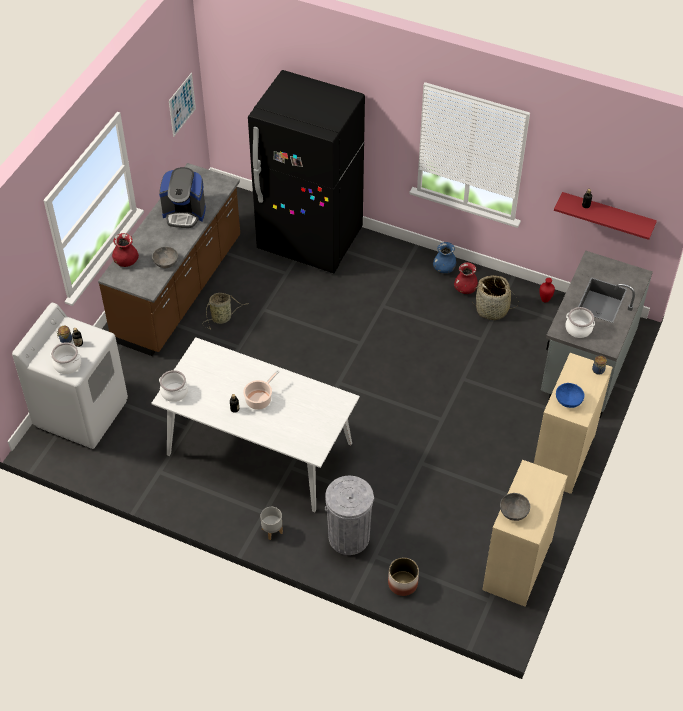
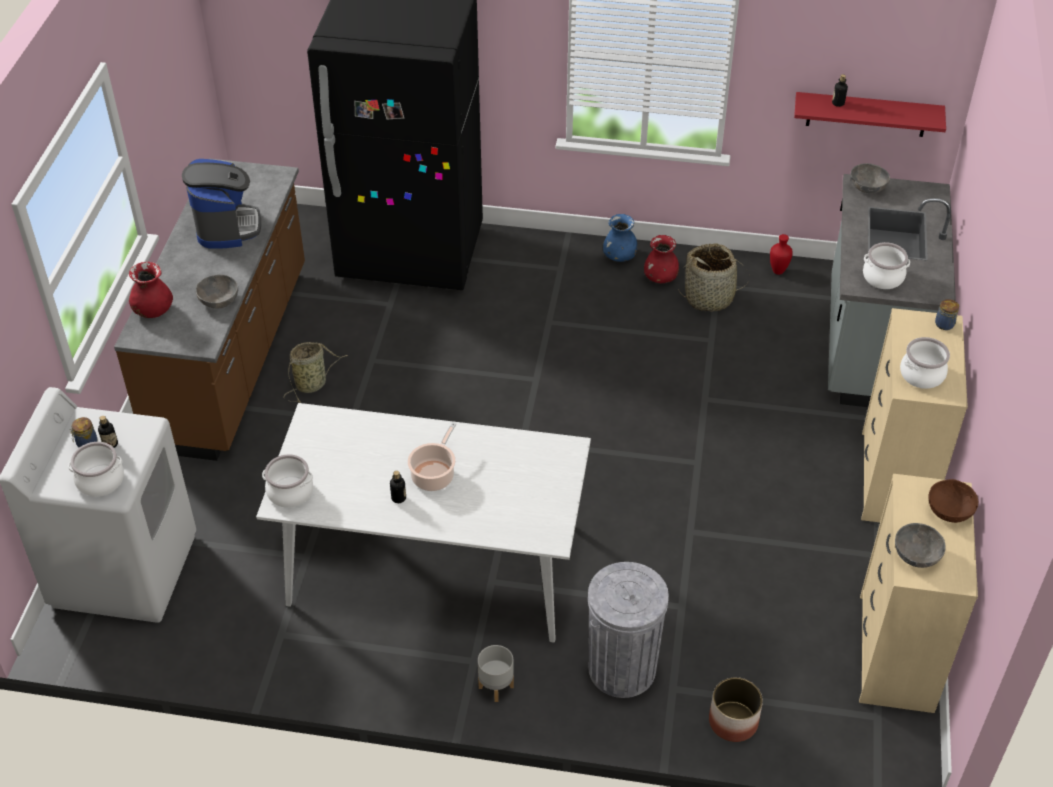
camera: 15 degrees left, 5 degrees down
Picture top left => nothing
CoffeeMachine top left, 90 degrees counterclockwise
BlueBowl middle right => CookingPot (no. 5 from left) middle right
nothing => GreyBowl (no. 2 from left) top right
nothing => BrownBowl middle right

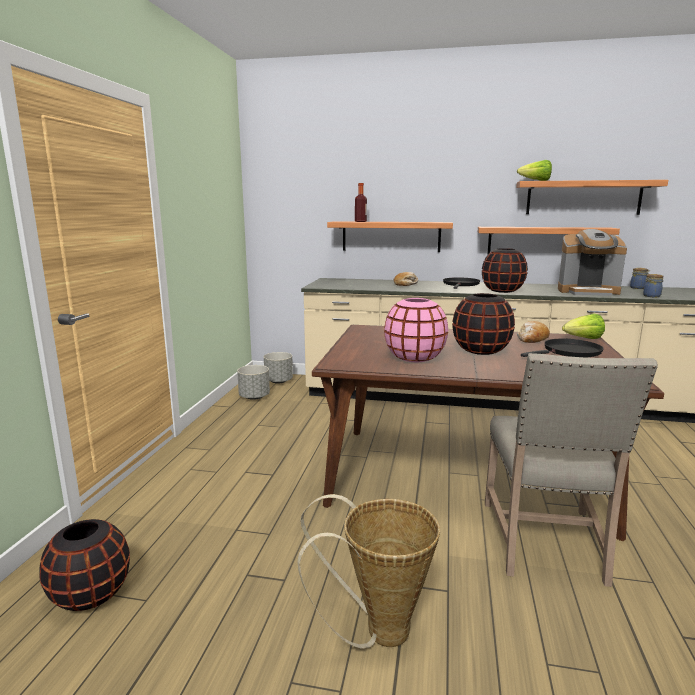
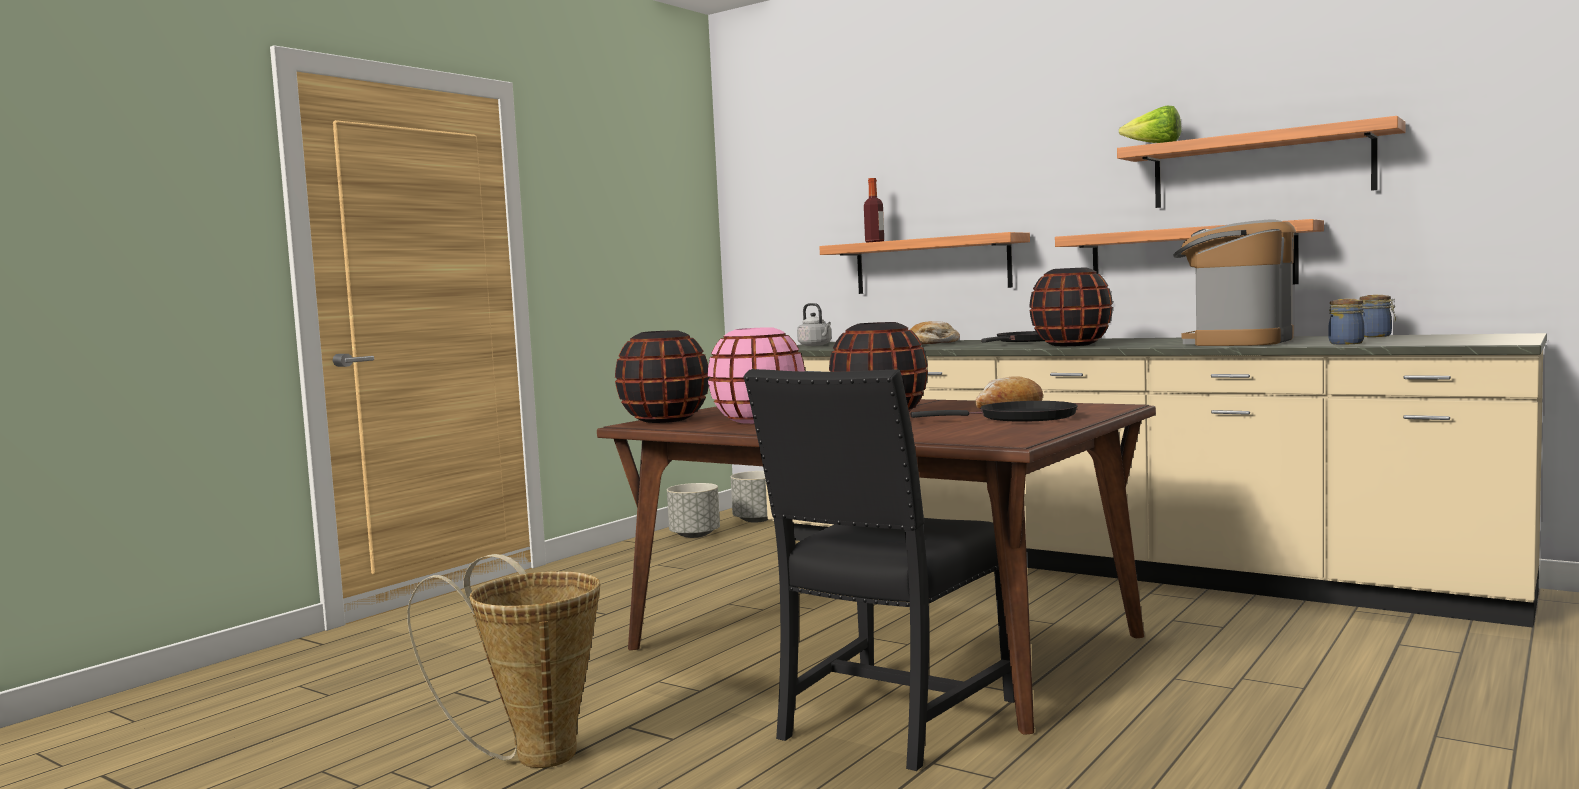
camera: 25 degrees right, 10 degrees down
CoffeeMachine middle right, 90 degrees clockwise
Lettuce (no. 2 from left) middle right => nothing
BeigeChair bottom right => BlackChair bottom centre
BlackVase (no. 1 from left) bottom left => BlackVase (no. 1 from left) centre, shifted
nothing => GreyKettle centre

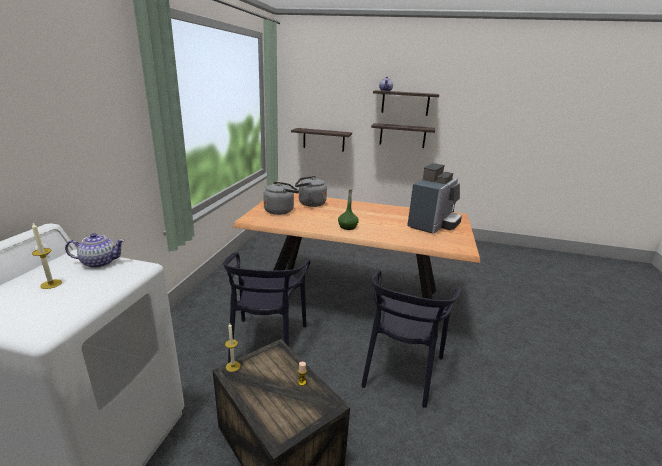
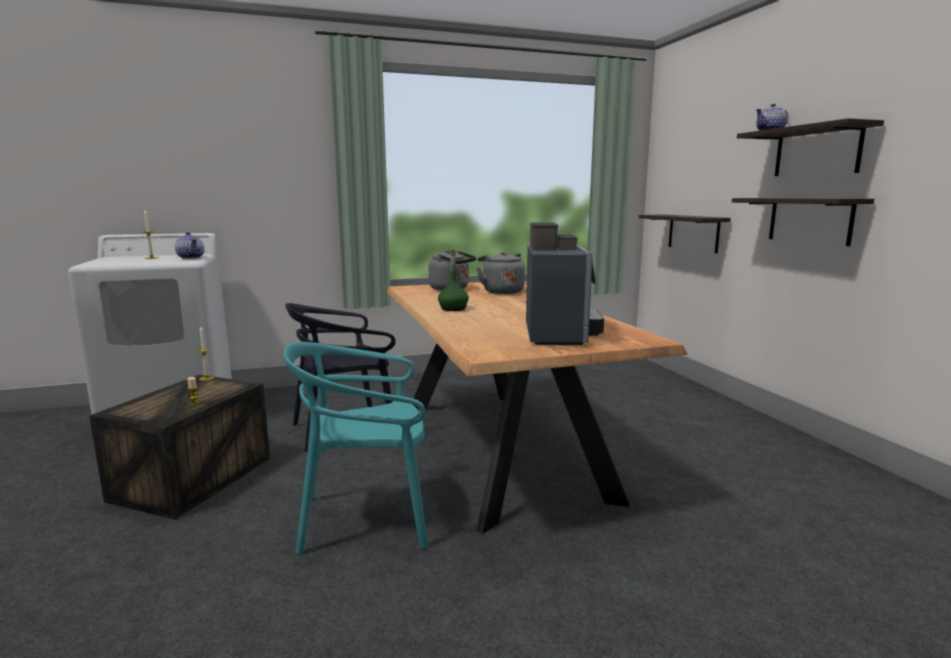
camera: 60 degrees right, 10 degrees down
CoffeeMachine centre, 90 degrees counterclockwise
BlackChair (no. 2 from left) bottom centre => TurquoiseChair bottom centre

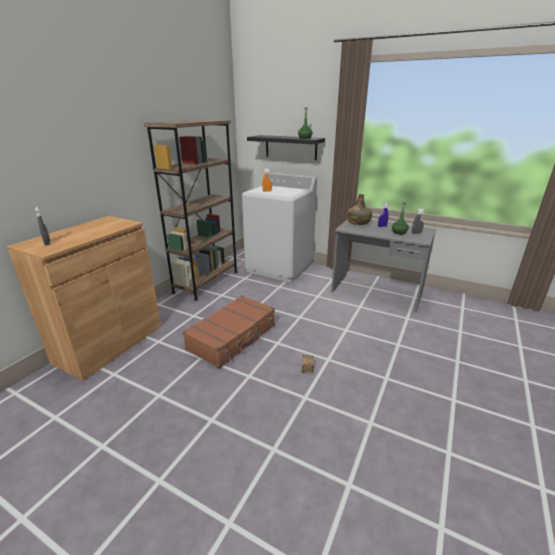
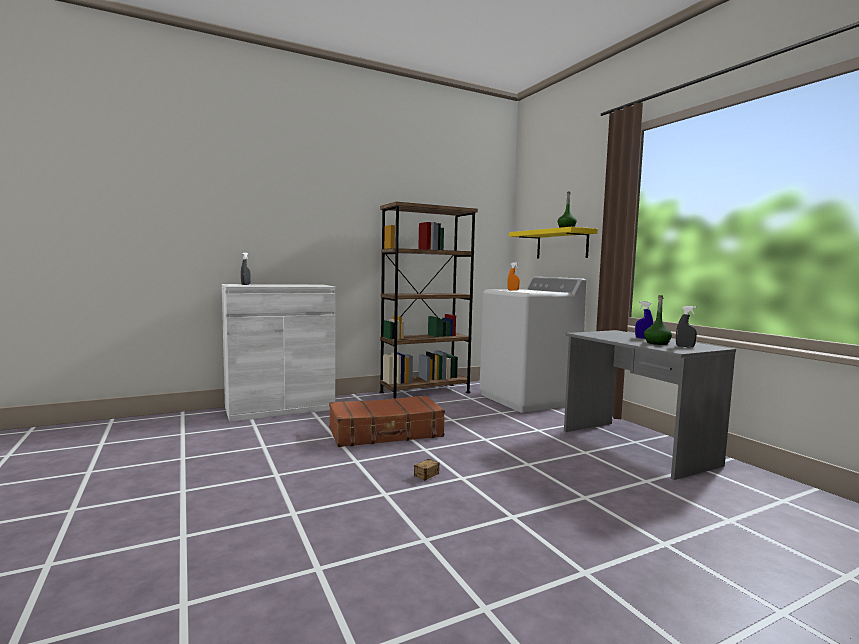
camera: 35 degrees right, 20 degrees down
BlackShelf top centre => YellowShelf centre
GreenBottle (no. 2 from left) centre => nothing
BrownCabinet middle left => WhiteCabinet middle left

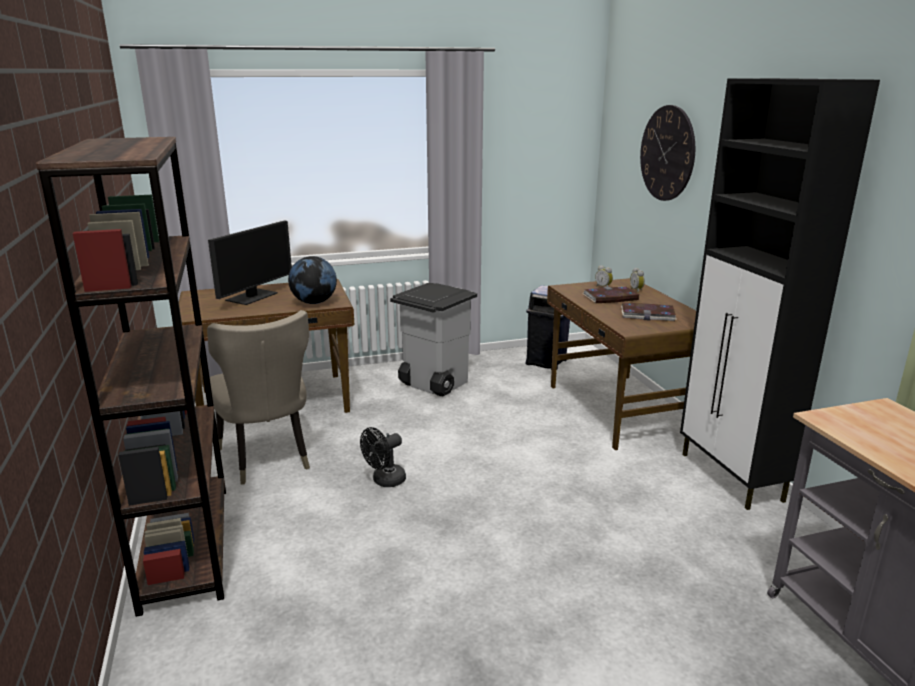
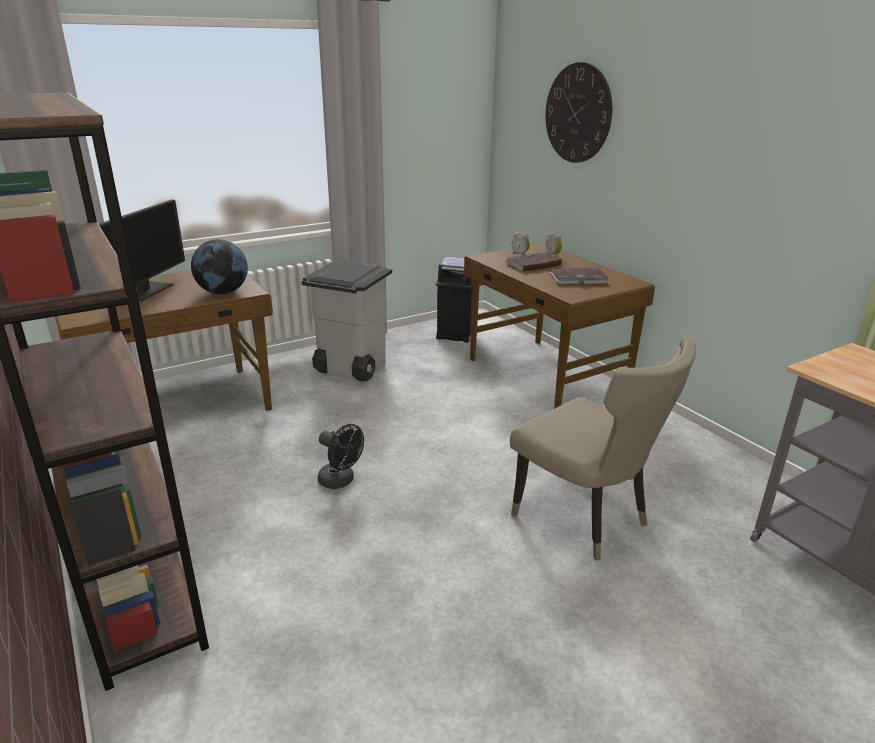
camera: 15 degrees left, 5 degrees up
BlackCabinet middle right => nothing
BeigeChair middle left => BeigeChair middle right, shifted
BlackFan centre, 90 degrees counterclockwise

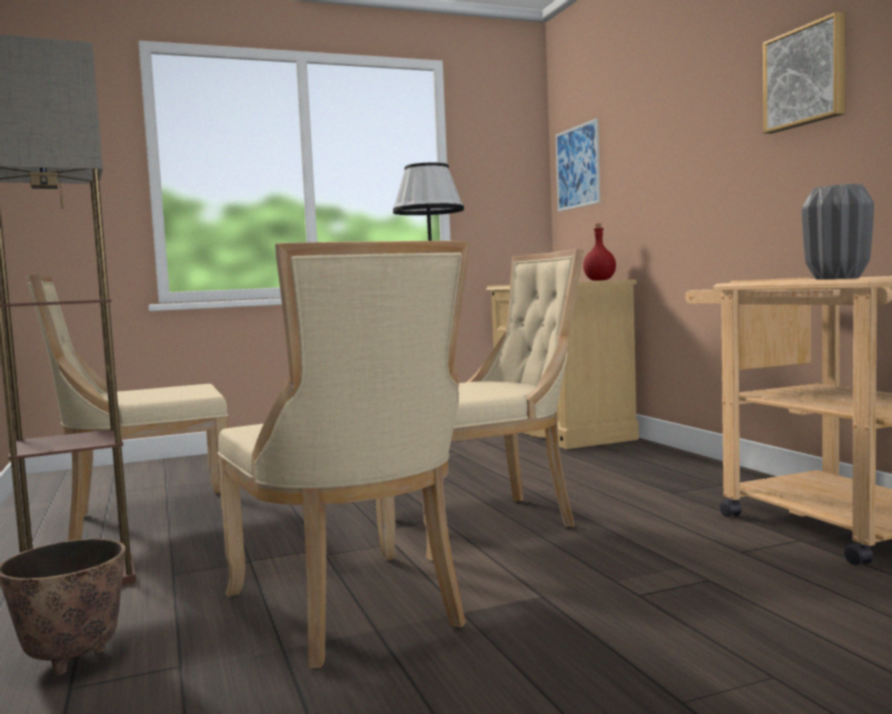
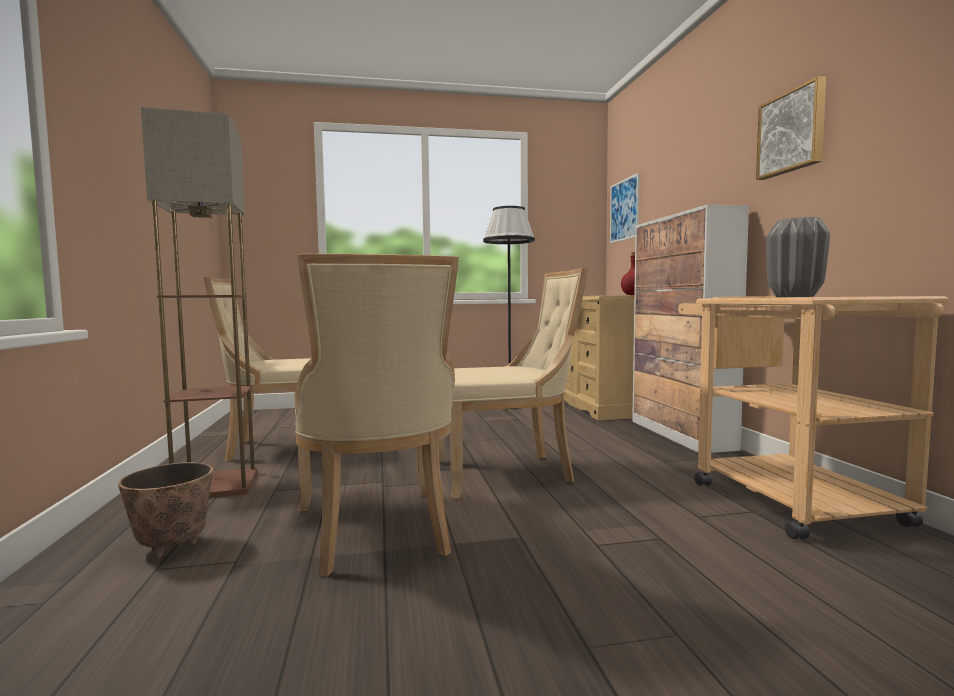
camera: 10 degrees right, 0 degrees up
nothing => Cabinet middle right

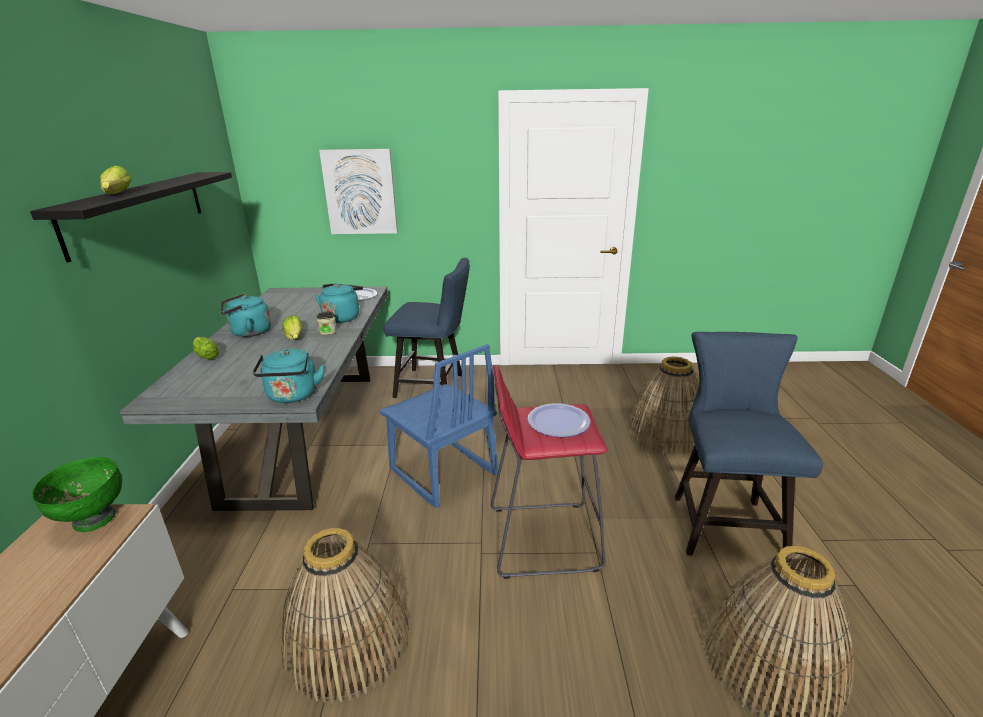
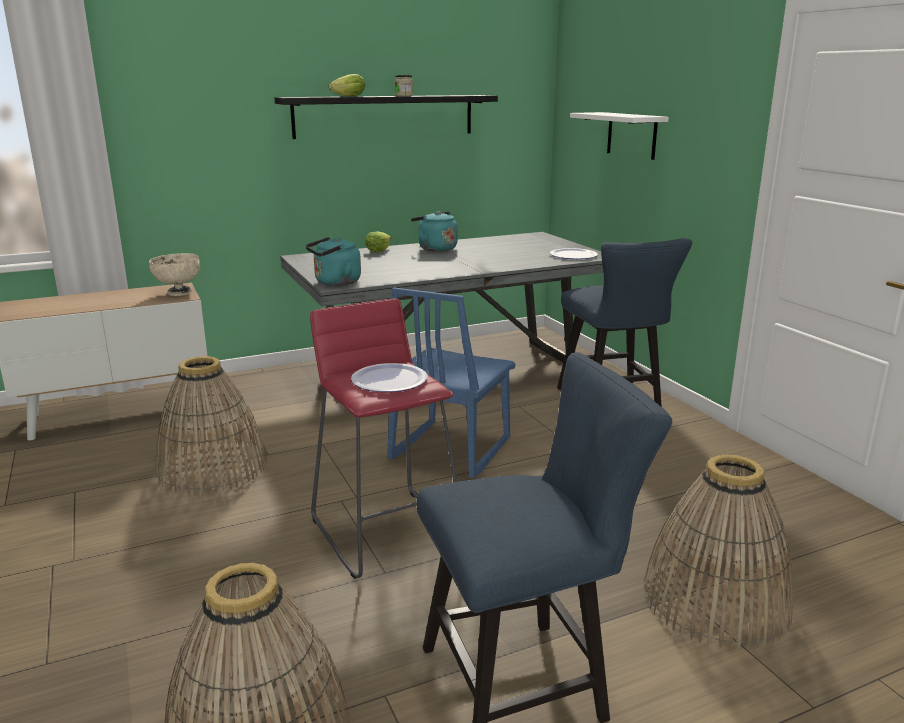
camera: 65 degrees right, 5 degrees down
Picture top centre => WhiteShelf top right
TurquoiseKettle (no. 3 from left) centre => nothing
Jar middle left => Jar top centre, shifted
Lettuce (no. 3 from left) middle left => nothing
GreenBowl bottom left => BeigeBowl middle left

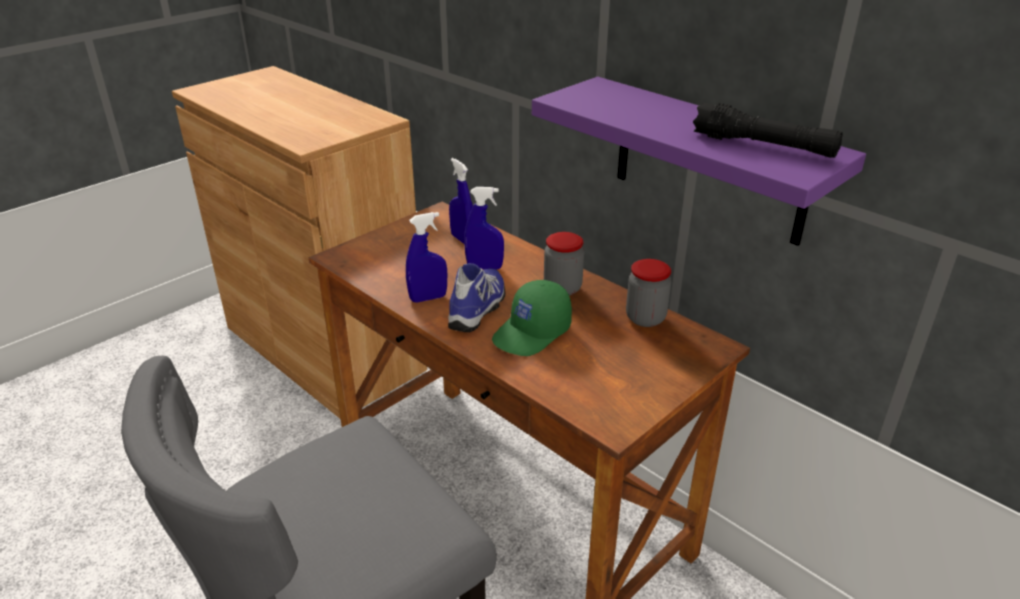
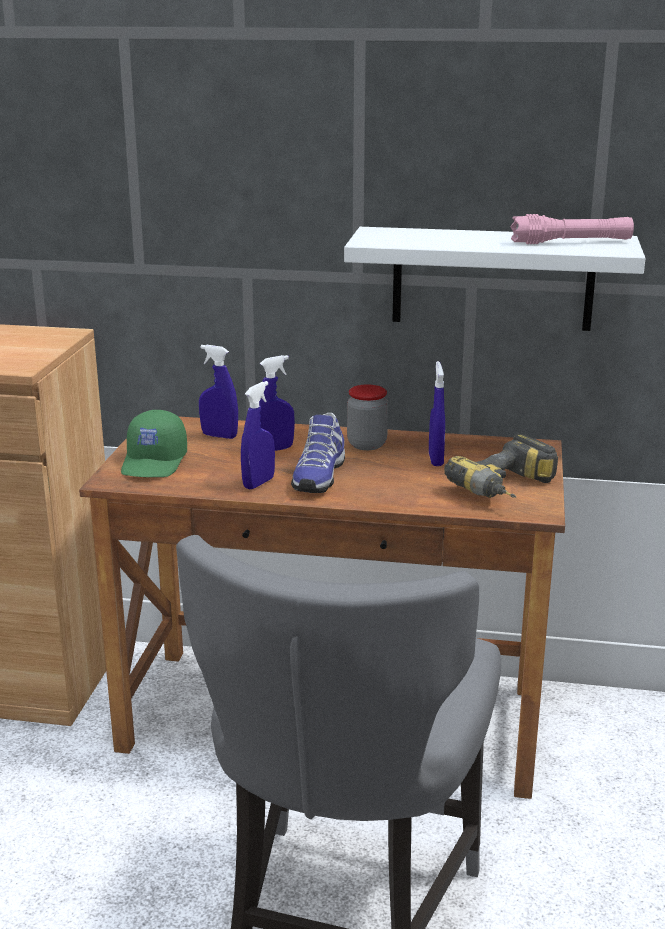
camera: 35 degrees left, 10 degrees down
PurpleShelf top right => WhiteShelf top right
BlackFlashlight top right => PinkFlashlight top right
Jar (no. 2 from left) centre => nothing
Shoe centre, 150 degrees counterclockwise
GreenCap centre => GreenCap middle left, shifted
nothing => BlueSprayBottle (no. 4 from left) centre
nothing => PowerDrill middle right

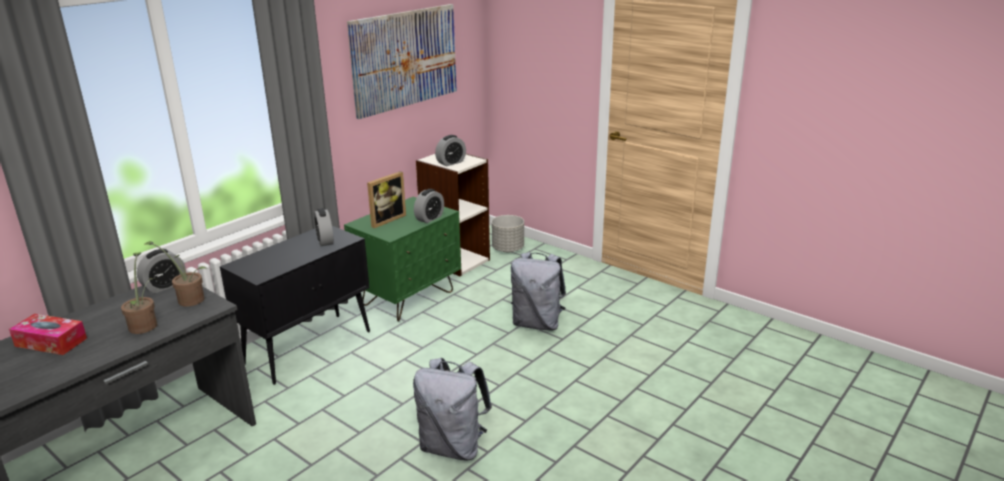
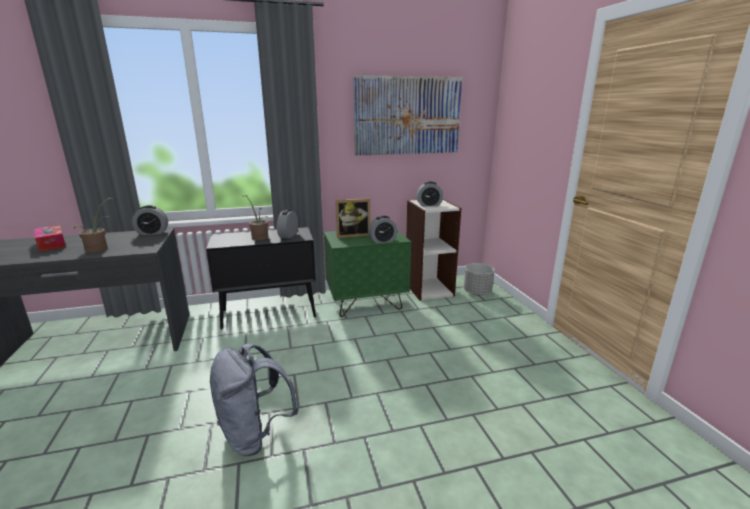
camera: 35 degrees right, 5 degrees down
PottedPlant (no. 2 from left) middle left => PottedPlant (no. 2 from left) centre, shifted
GreyBackpack (no. 2 from left) centre => nothing

